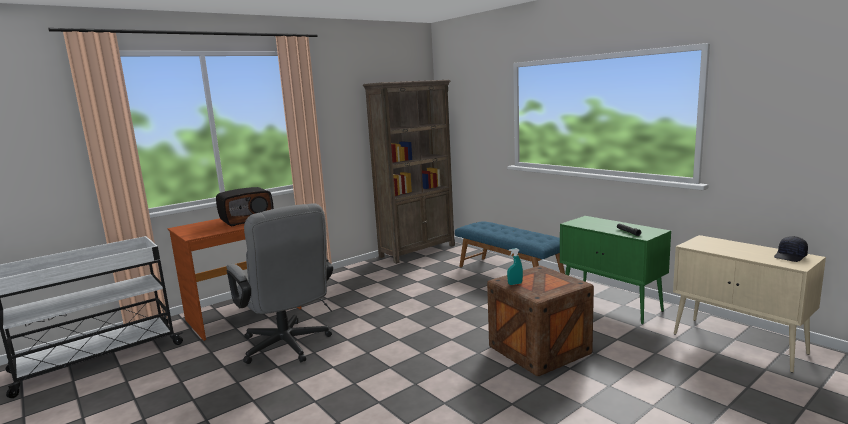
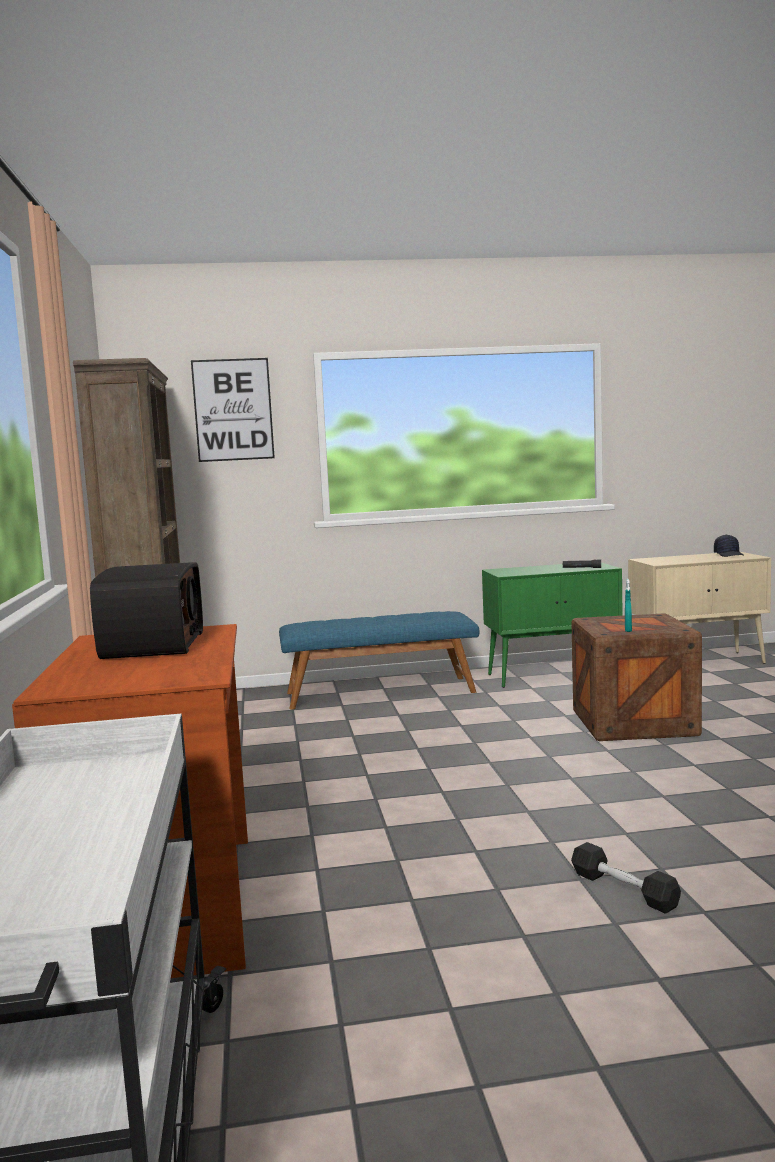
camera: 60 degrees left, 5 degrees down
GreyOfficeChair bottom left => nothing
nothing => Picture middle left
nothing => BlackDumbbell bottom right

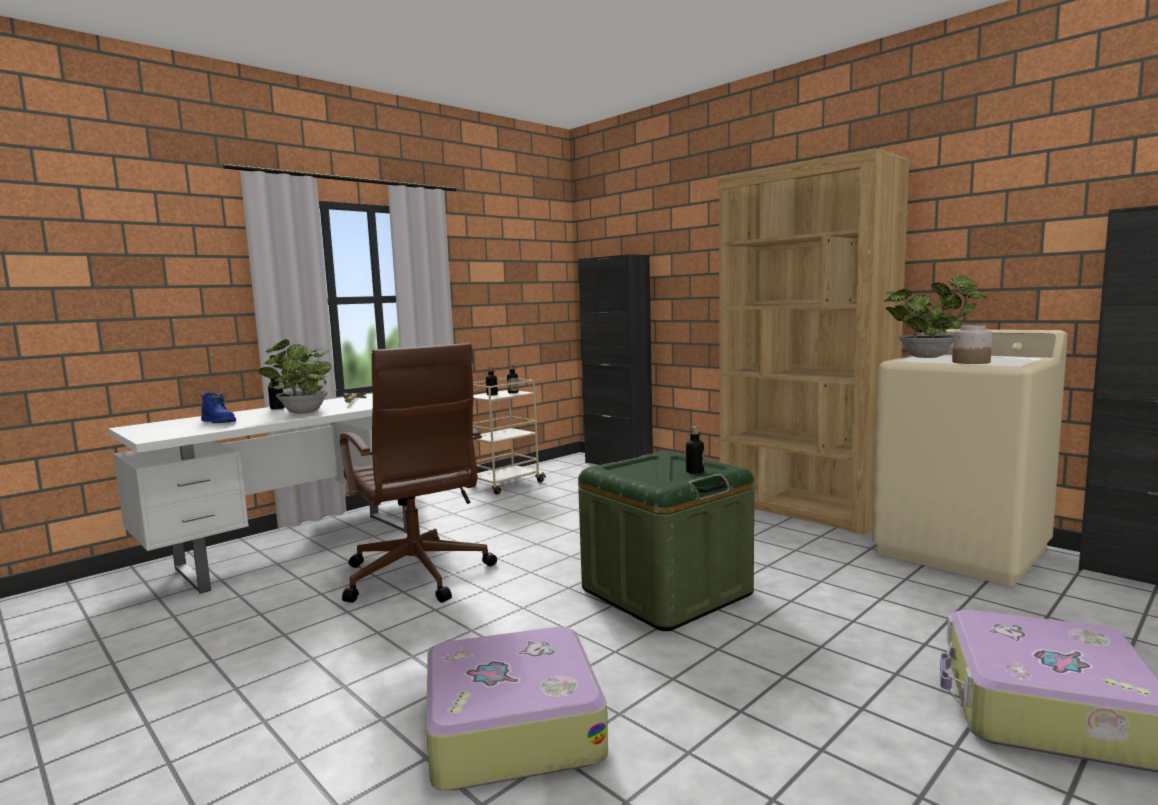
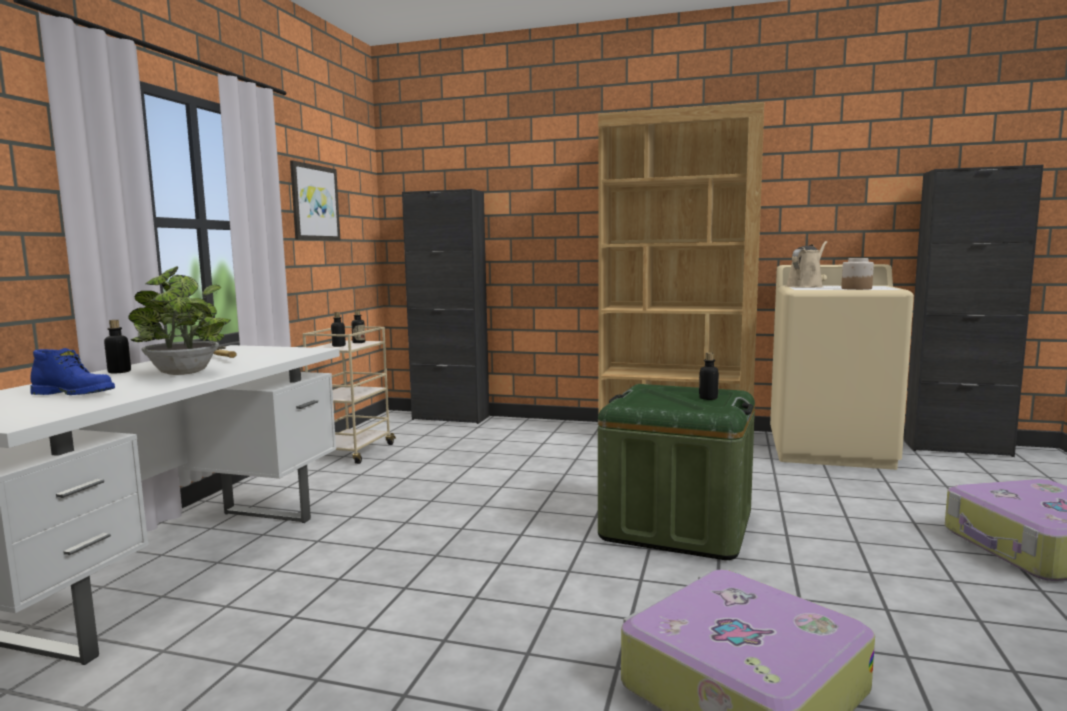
camera: 30 degrees left, 0 degrees up
PottedPlant (no. 2 from left) middle right => BeigeWateringCan middle right
BrownOfficeChair centre => nothing
nothing => Picture top left

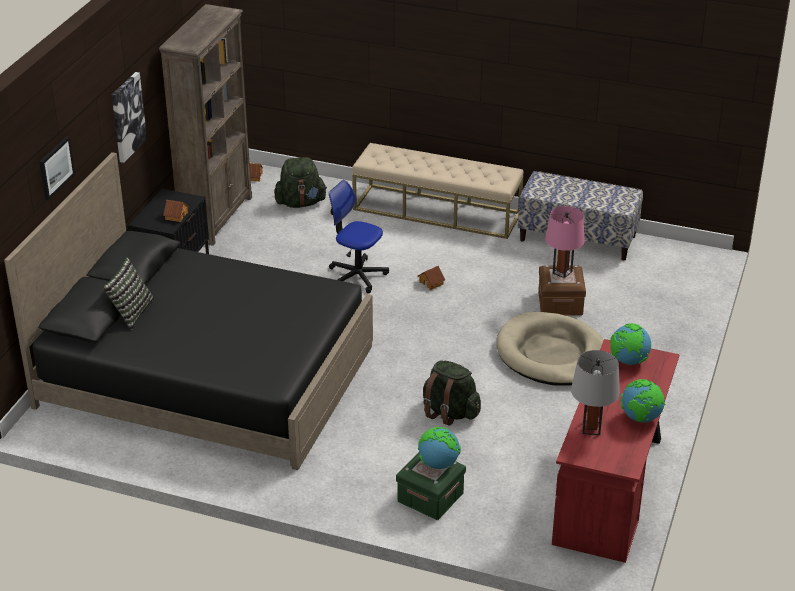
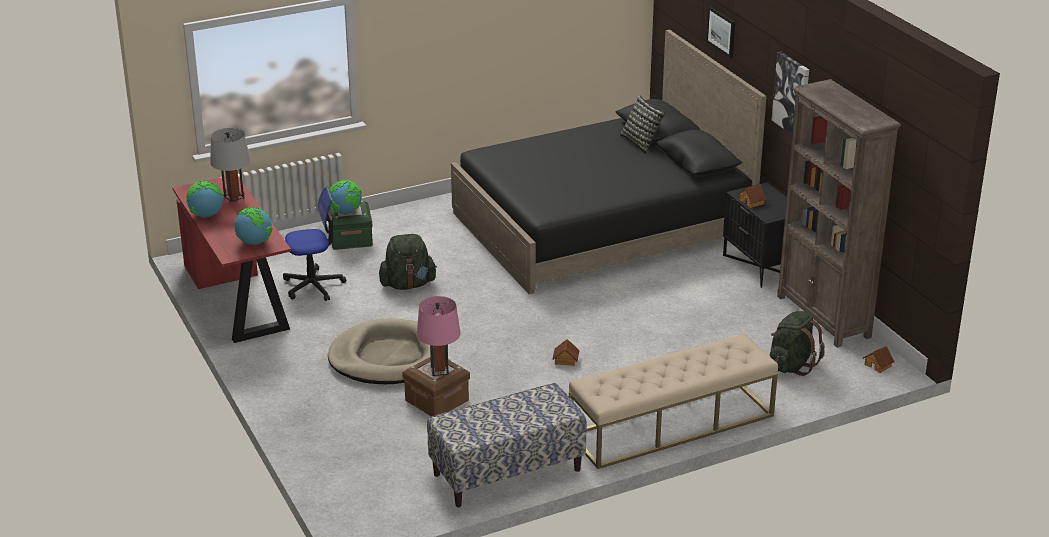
camera: 135 degrees right, 5 degrees down
OfficeChair centre => OfficeChair middle left, shifted

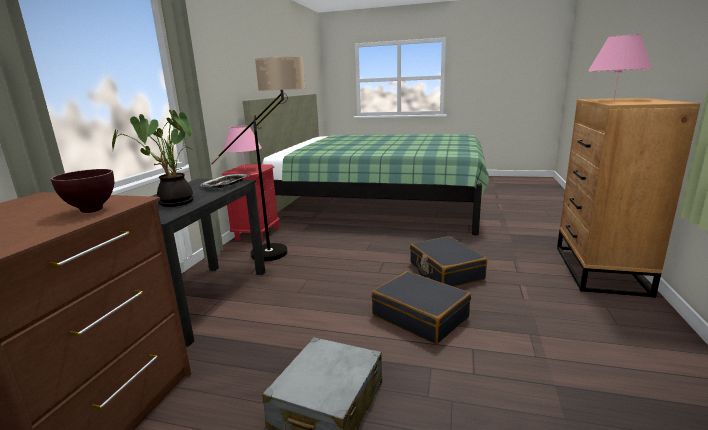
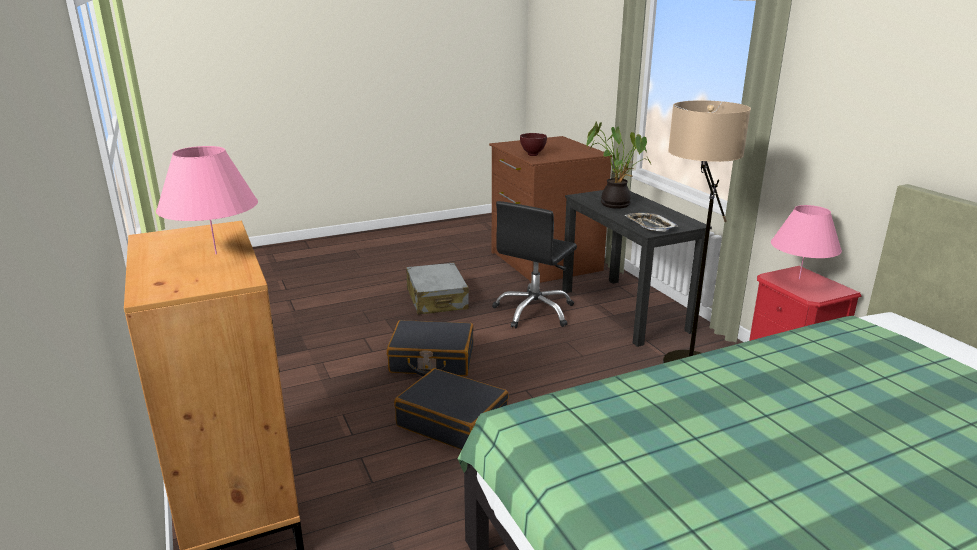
camera: 140 degrees right, 5 degrees up
nothing => BlackOfficeChair centre

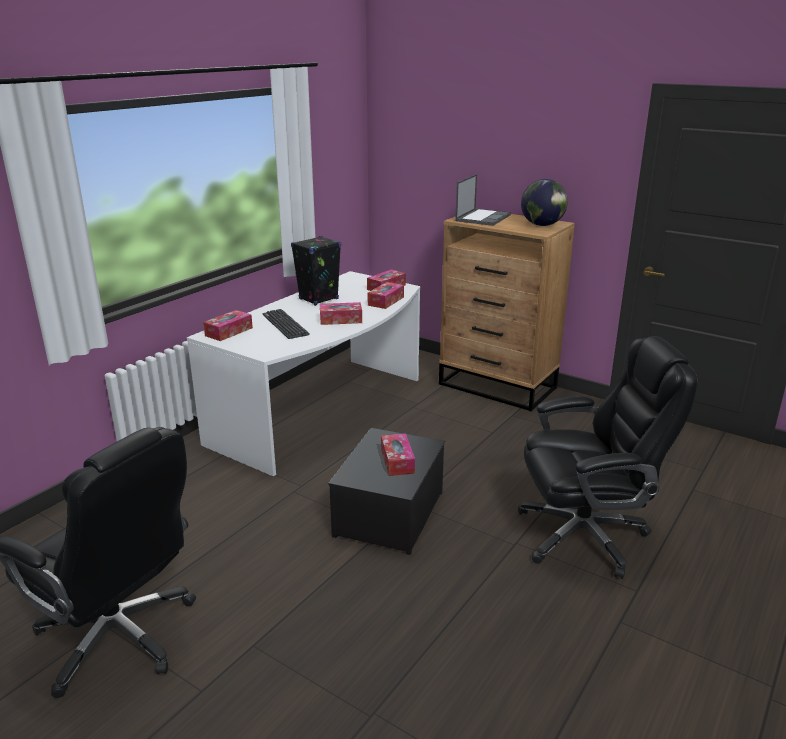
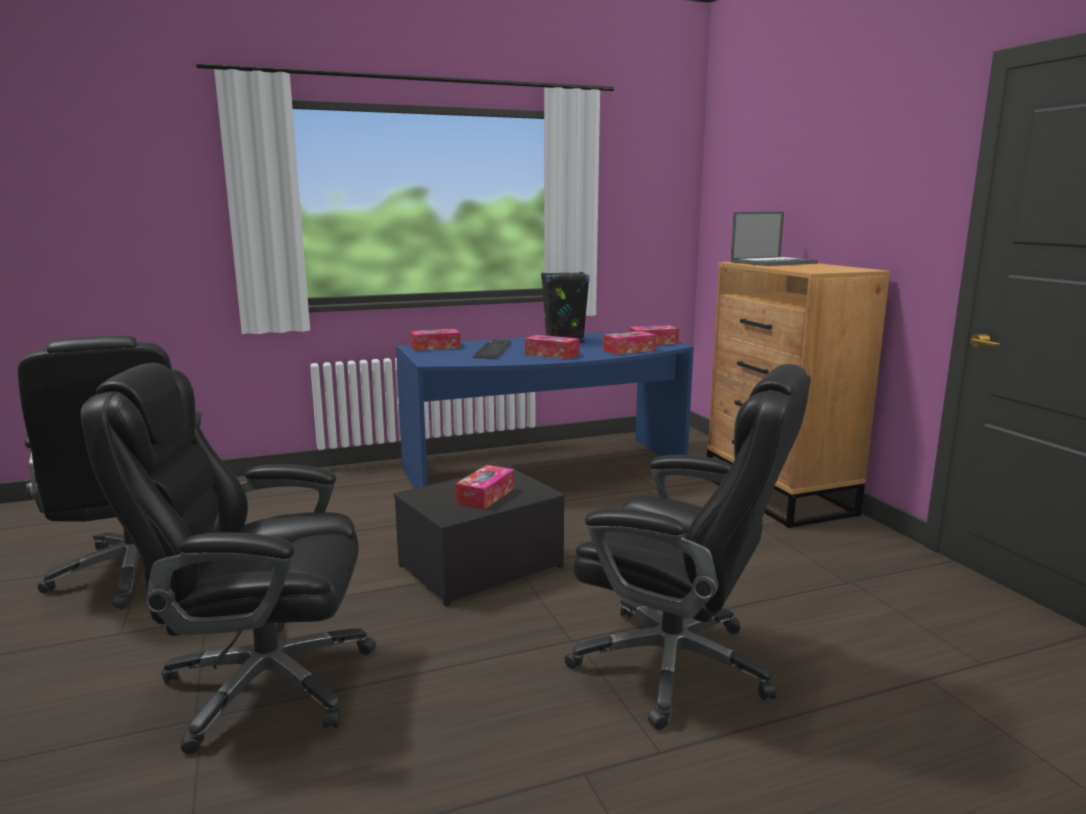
camera: 35 degrees right, 10 degrees down
Globe top right => nothing
WhiteDesk centre => BlueDesk centre
nothing => BlackOfficeChair (no. 2 from left) bottom left

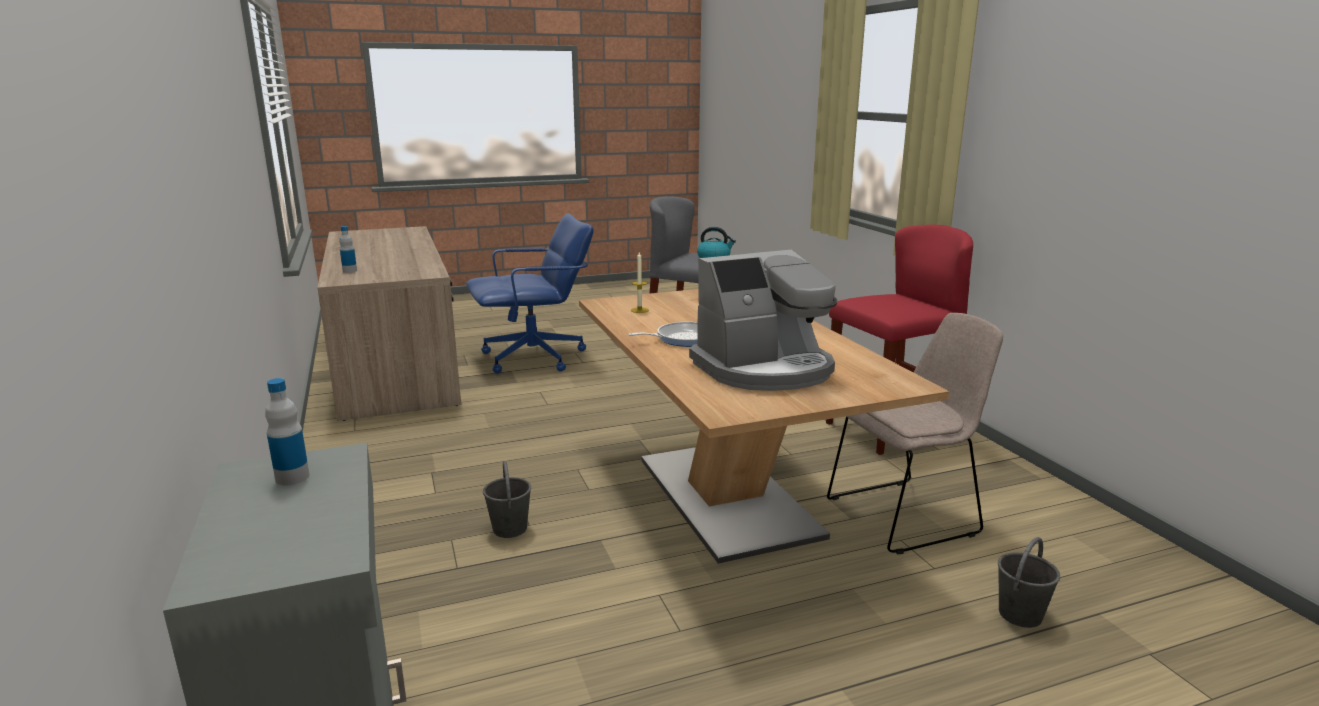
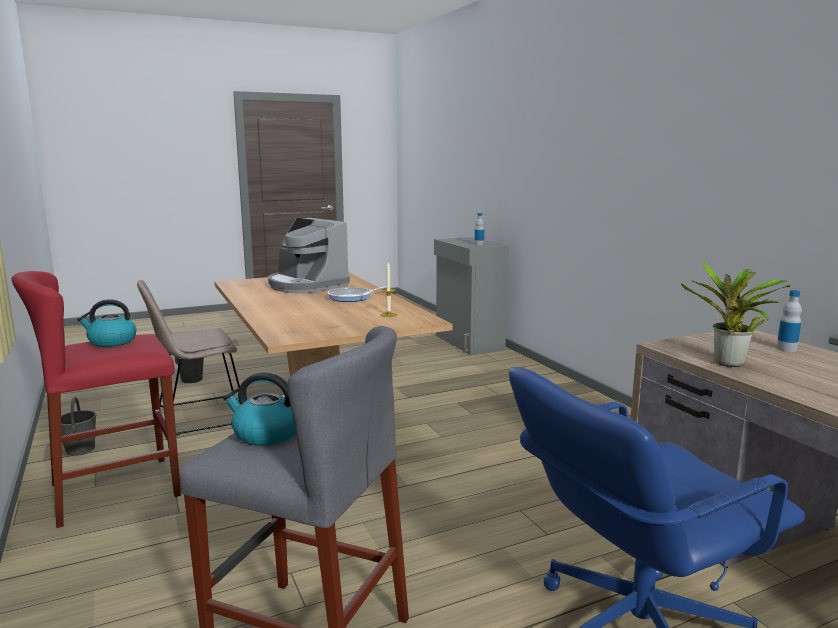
camera: 175 degrees right, 5 degrees down
CoffeeMachine centre, 105 degrees counterclockwise
GreyBucket (no. 1 from left) bottom centre => GreyBucket (no. 1 from left) bottom left, shifted
nothing => PottedPlant middle right
nothing => Kettle (no. 1 from left) middle left

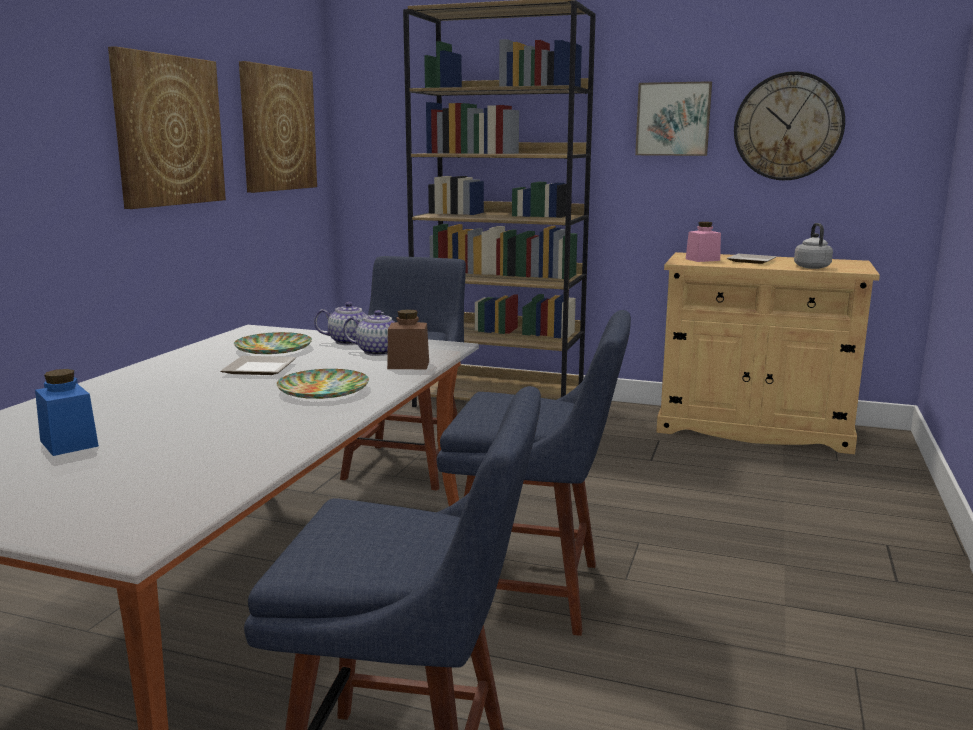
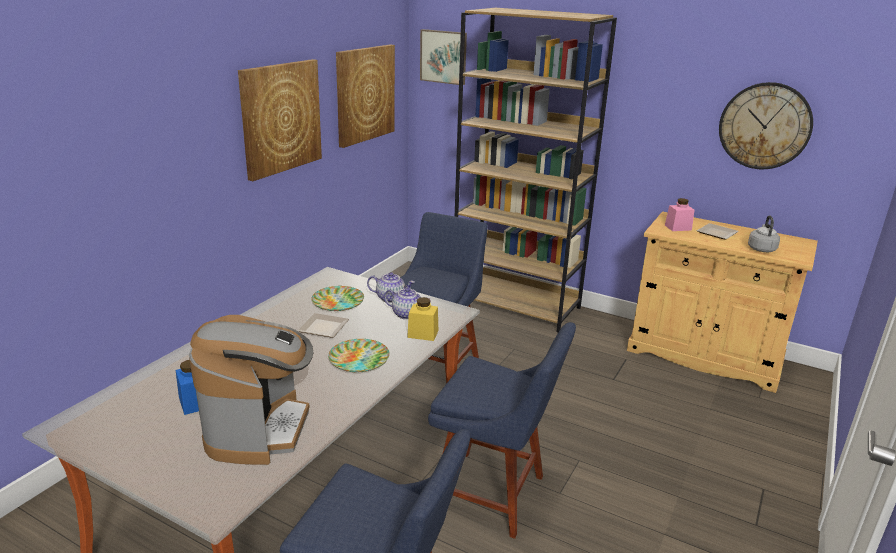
camera: 10 degrees right, 10 degrees up
Picture (no. 3 from left) top right => Picture (no. 3 from left) top centre, shifted
BrownJar centre => YellowJar centre
nothing => CoffeeMachine bottom left

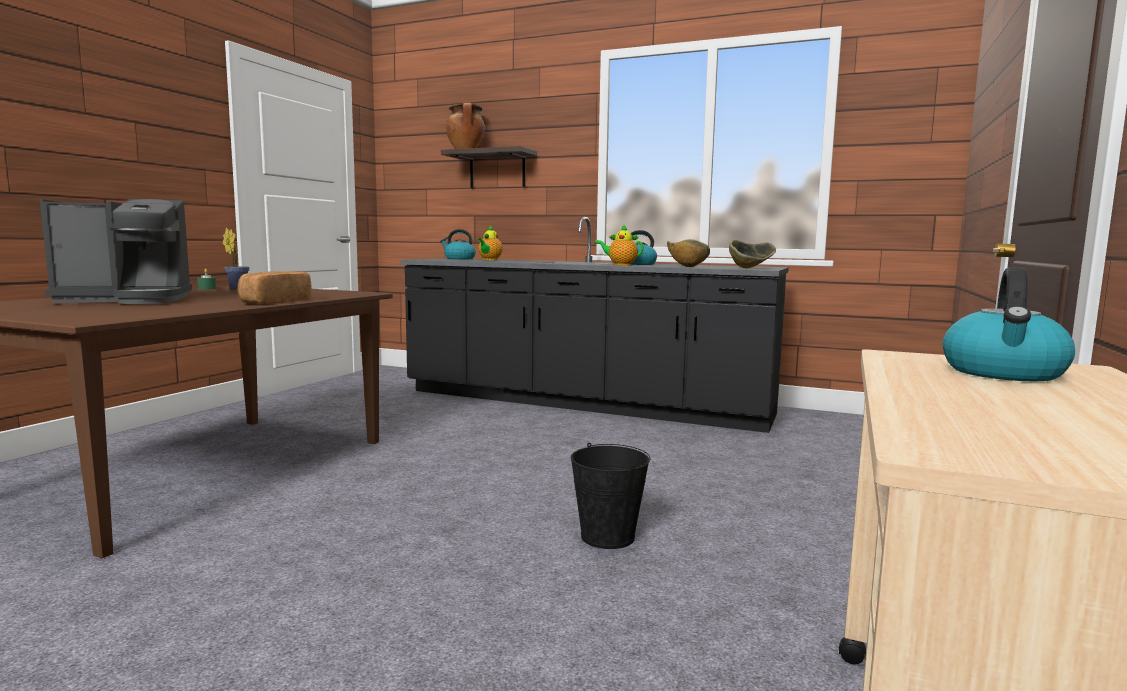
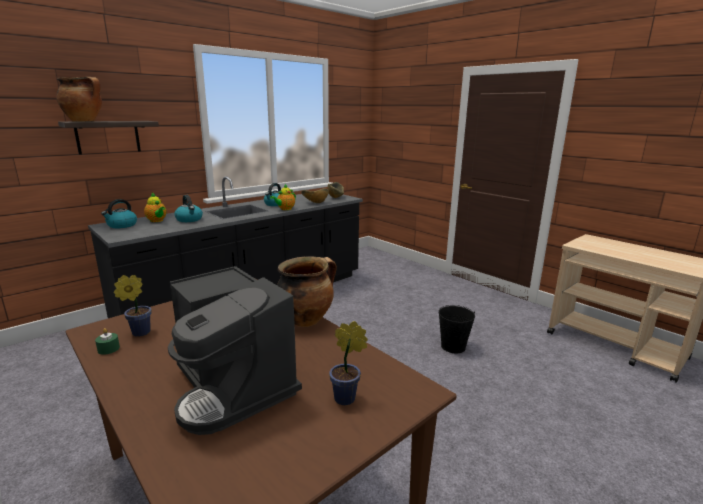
camera: 65 degrees left, 10 degrees up
CoffeeMachine middle left => CoffeeMachine bottom centre, 135 degrees clockwise
Kettle (no. 3 from left in the first image) middle right => Kettle (no. 2 from left) middle left, shifted
Bread middle left => CookingPot (no. 2 from left) centre
nothing => PottedPlant (no. 2 from left) bottom centre

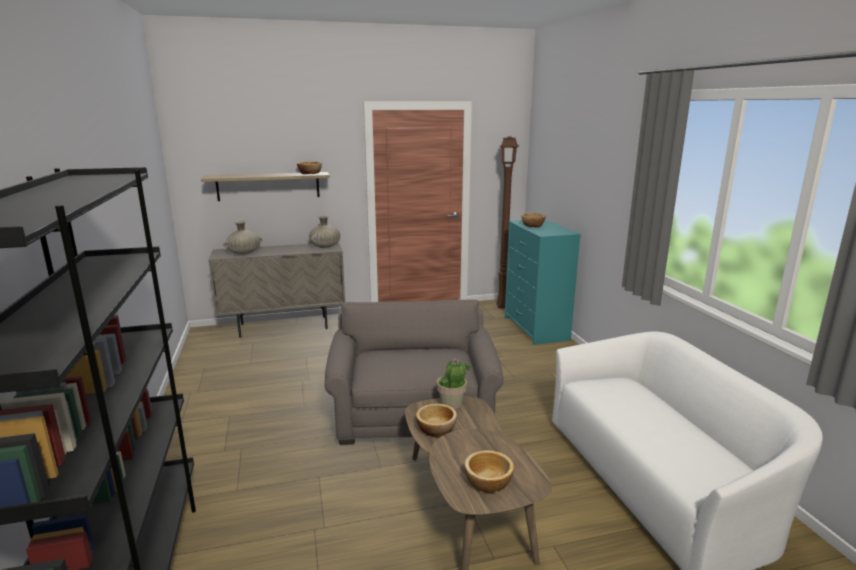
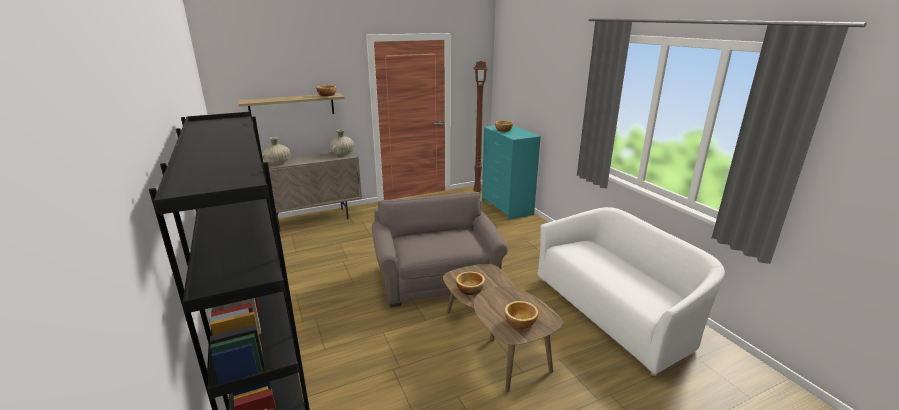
camera: 10 degrees left, 5 degrees up
PottedPlant bottom centre => nothing

